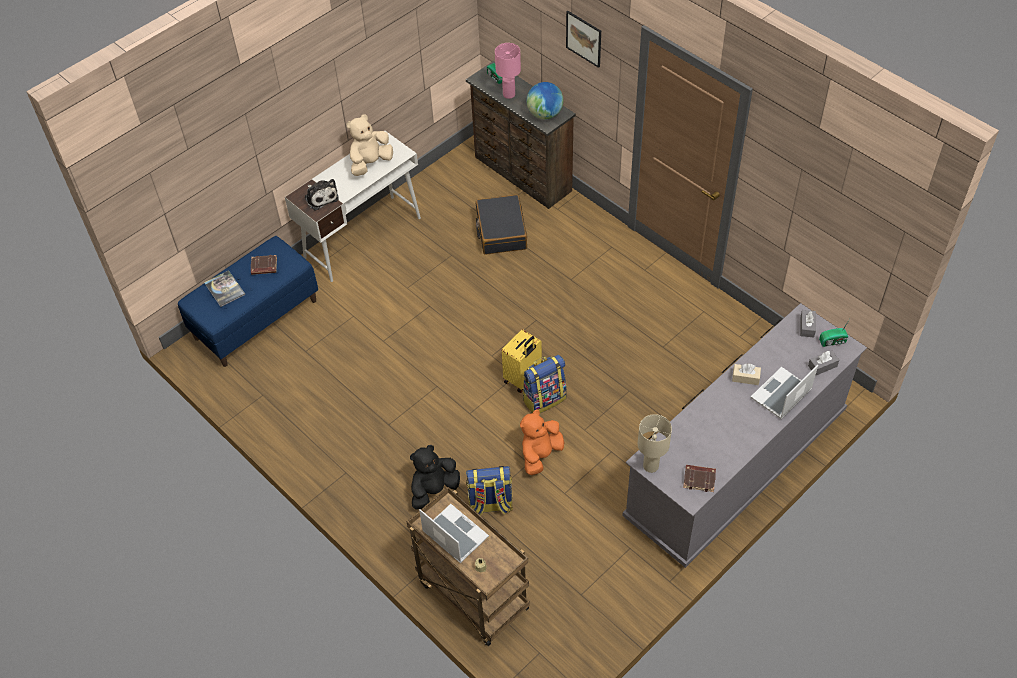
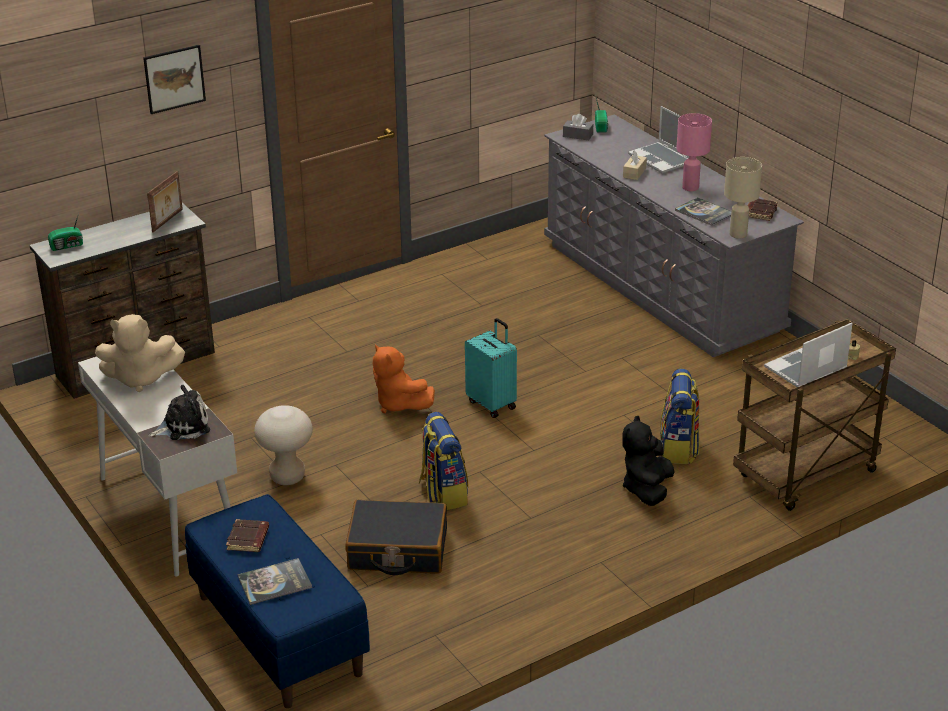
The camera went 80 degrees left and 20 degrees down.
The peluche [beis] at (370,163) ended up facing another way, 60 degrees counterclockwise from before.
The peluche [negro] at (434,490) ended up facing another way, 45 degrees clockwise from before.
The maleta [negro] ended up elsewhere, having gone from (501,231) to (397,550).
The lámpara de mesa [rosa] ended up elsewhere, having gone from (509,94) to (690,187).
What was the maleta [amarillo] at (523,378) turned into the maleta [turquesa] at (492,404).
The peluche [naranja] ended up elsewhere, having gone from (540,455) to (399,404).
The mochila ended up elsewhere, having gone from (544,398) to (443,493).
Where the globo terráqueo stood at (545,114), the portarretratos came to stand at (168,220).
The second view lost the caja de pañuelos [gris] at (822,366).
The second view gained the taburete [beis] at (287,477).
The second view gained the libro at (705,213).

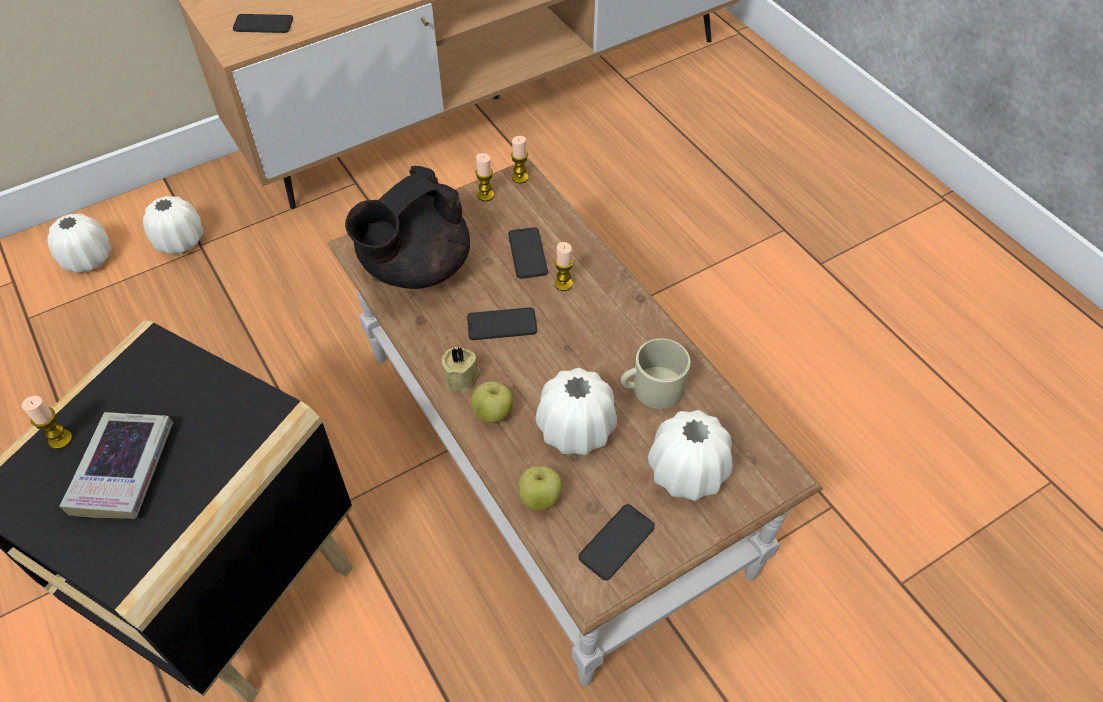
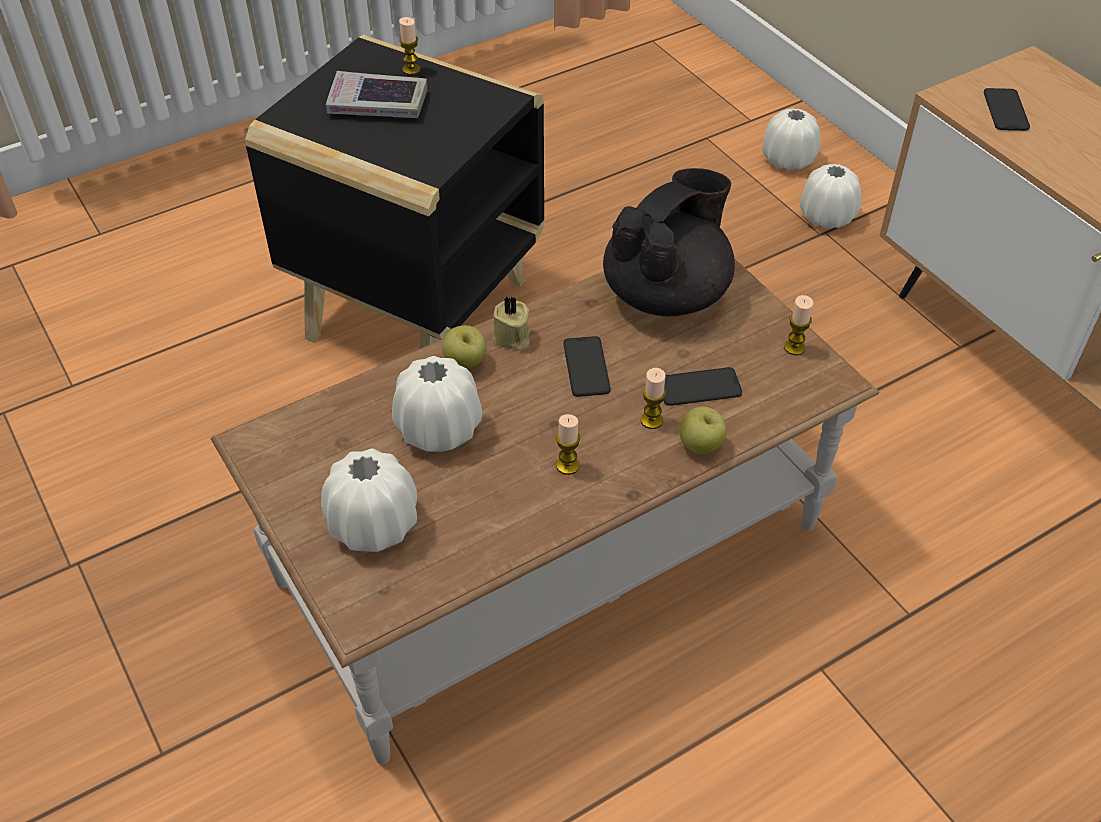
The camera went 90 degrees right and 5 degrees down.
The tetera [negro] at (414,267) ended up facing another way, 90 degrees clockwise from before.
The vela ended up elsewhere, having gone from (520,177) to (567,465).
The manzana ended up elsewhere, having gone from (540,498) to (700,445).
The second view lost the móvil at (616,542).
The second view lost the taza grande [beis] at (651,388).

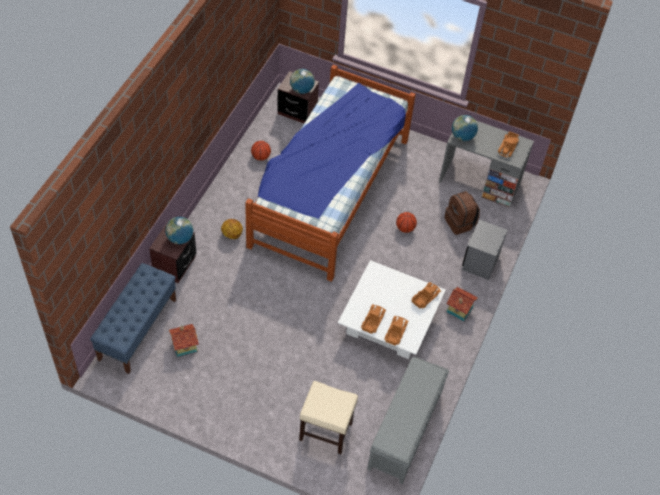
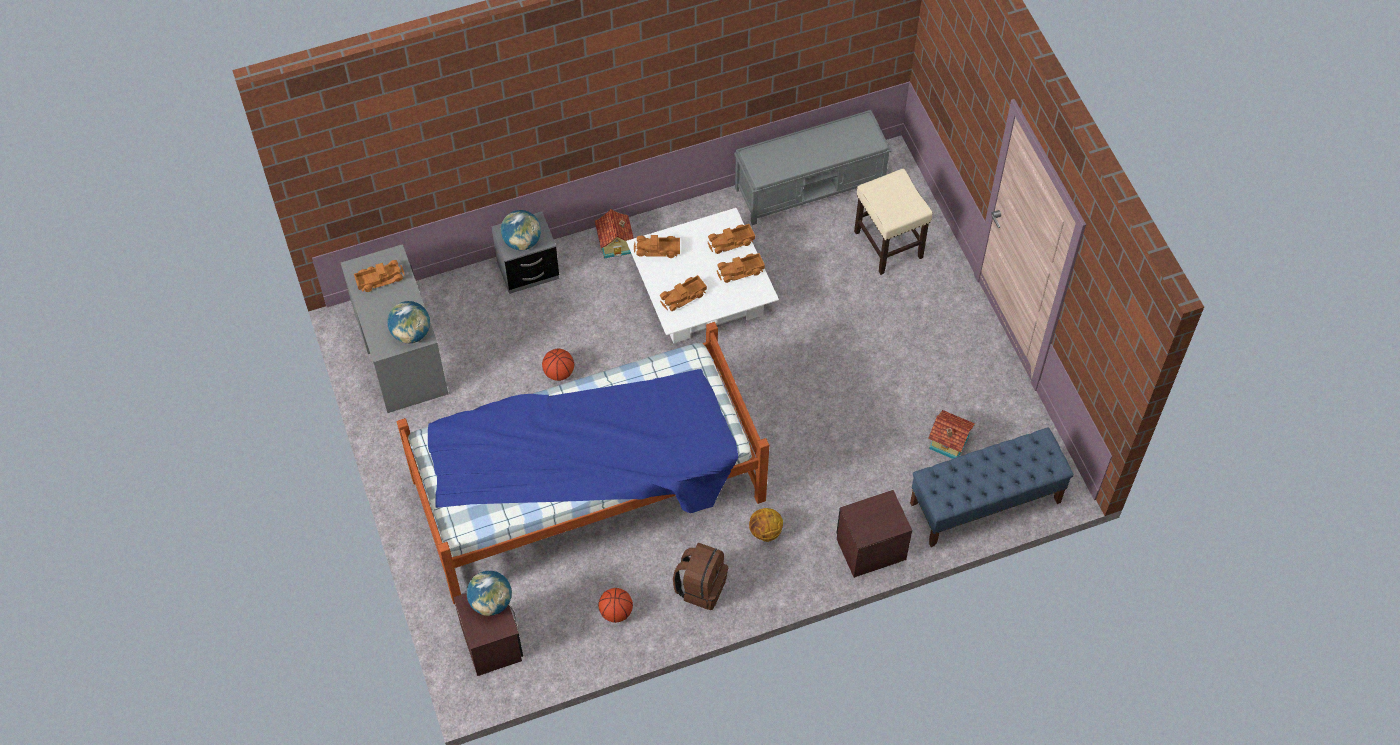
The camera went 130 degrees left and 5 degrees up.
The globo terráqueo ended up elsewhere, having gone from (180,238) to (522,241).
The mochila [marrón] ended up elsewhere, having gone from (460,223) to (701,586).
The second view gained the camión de juguete at (683,297).

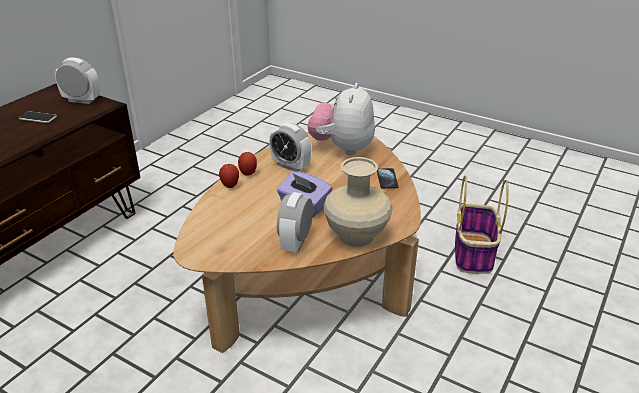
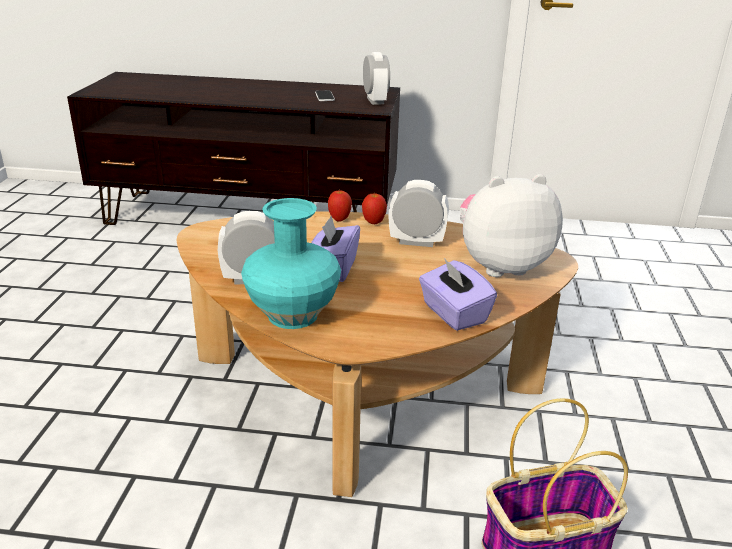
The camera went 65 degrees right and 5 degrees down.
The despertador at (290,166) ended up facing another way, 90 degrees clockwise from before.
What was the florero [beis] at (357,236) turned into the florero [turquesa] at (293,316).
Where the móvil stood at (387,179), the caja de pañuelos [morado] came to stand at (453,313).

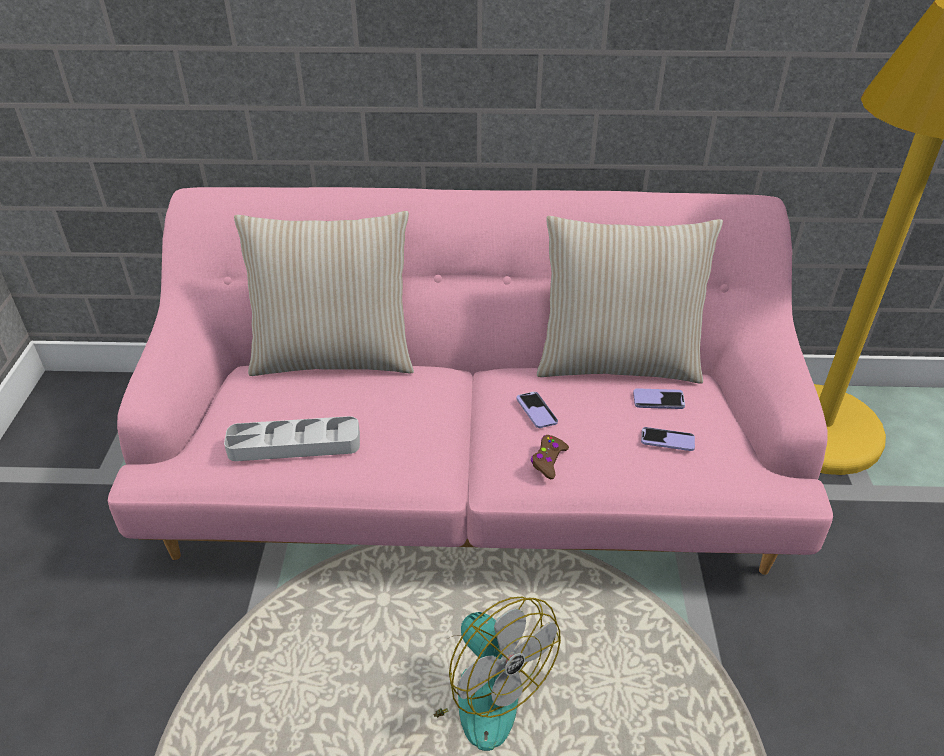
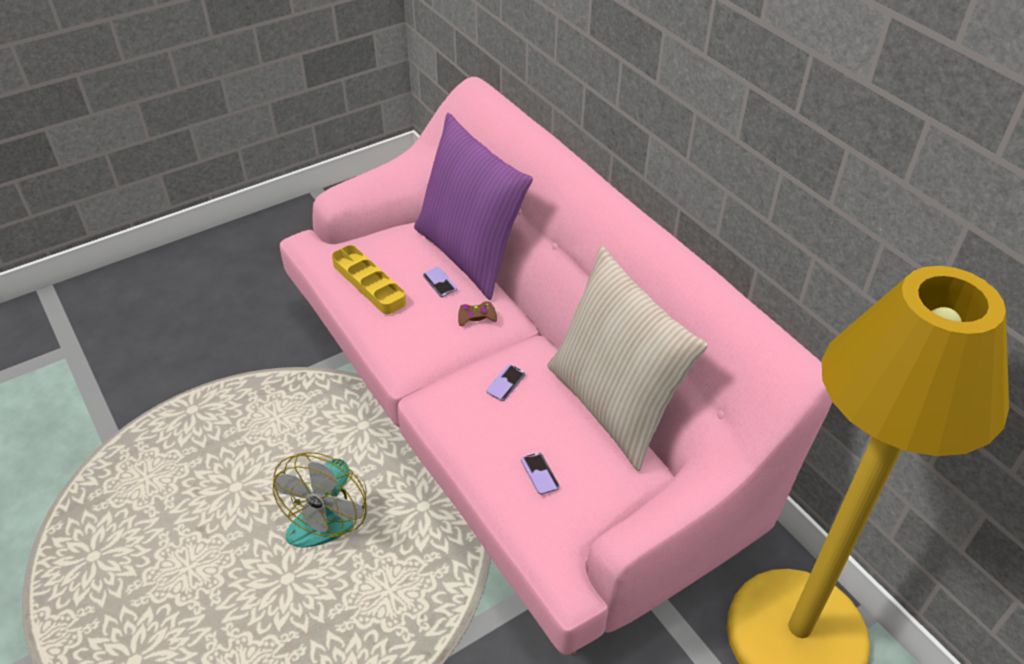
The camera went 55 degrees right and 5 degrees up.
What was the bandeja [gris] at (294,444) turned into the bandeja [amarillo] at (369,283).
What was the cojín [beis] at (334,357) turned into the cojín [morado] at (470,254).
The mando de consola [marrón] ended up elsewhere, having gone from (548,460) to (476,317).
The móvil ended up elsewhere, having gone from (658,400) to (440,283).

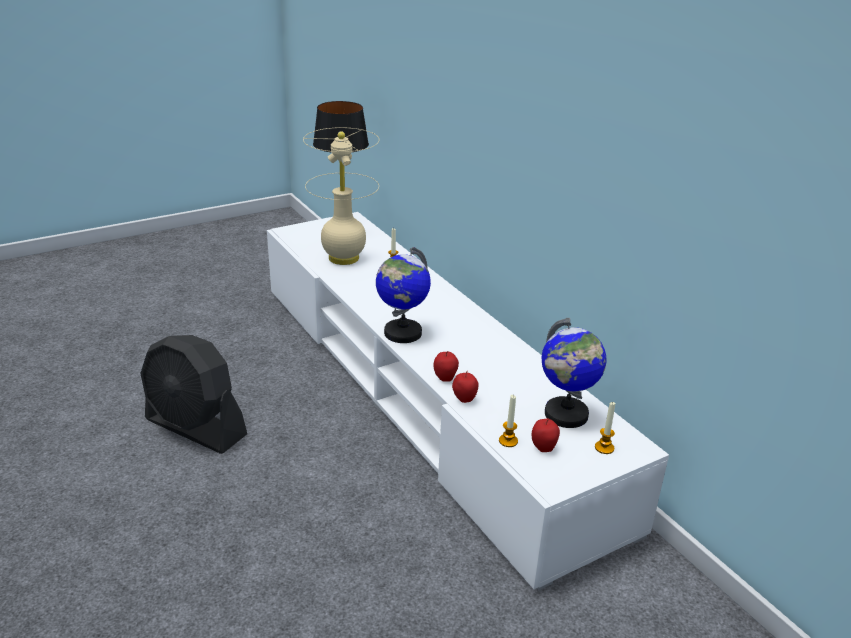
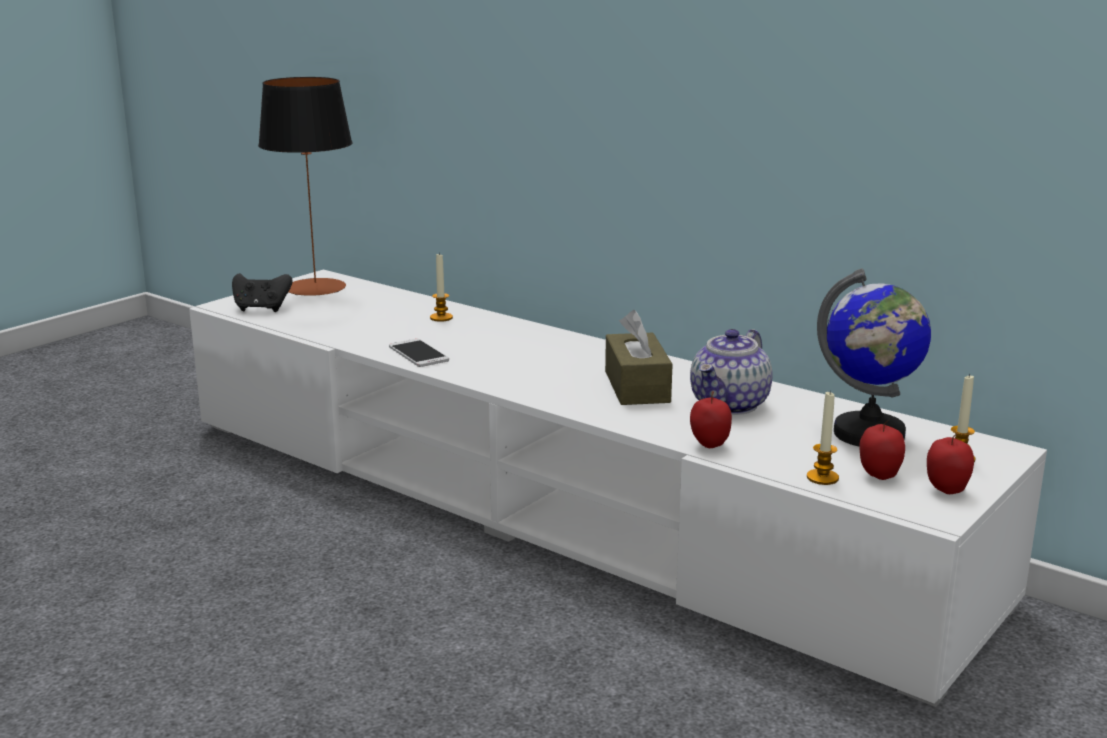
The camera went 20 degrees left and 10 degrees down.
The second view lost the ventilador [negro] at (196,428).
The second view lost the lámpara de mesa [beis] at (343,258).
The second view lost the globo terráqueo at (402,333).
The manzana ended up elsewhere, having gone from (445,378) to (946,490).
The second view gained the mando de consola [negro] at (261,309).
The second view gained the móvil at (418,354).
The second view gained the caja de pañuelos [marrón] at (637,386).
The second view gained the tetera at (730,405).

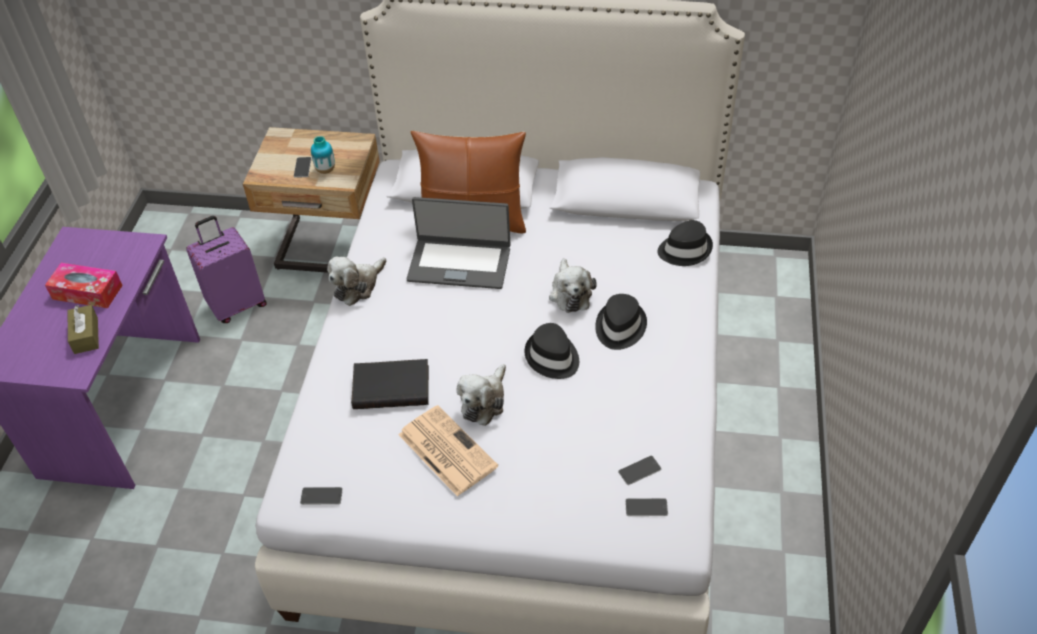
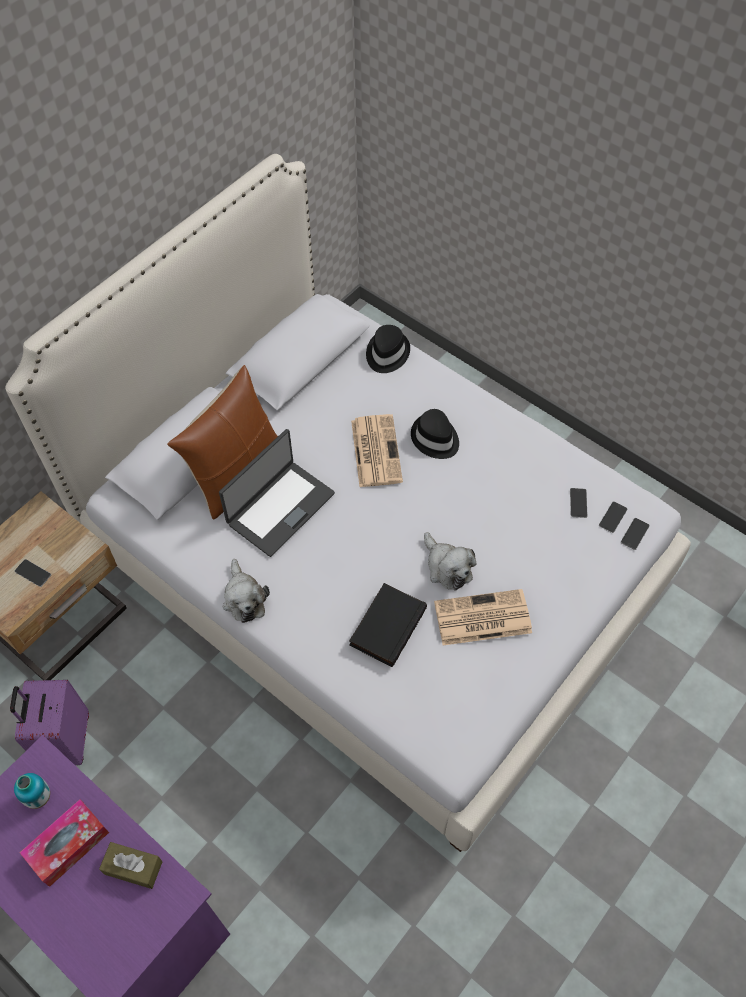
The camera went 60 degrees left and 10 degrees up.
The móvil ended up elsewhere, having gone from (321,496) to (635,534).
The florero ended up elsewhere, having gone from (325,170) to (39,797).
The second view lost the sombrero [negro] at (552,357).
Where the peluche stood at (570,293), the periódico came to stand at (375,450).

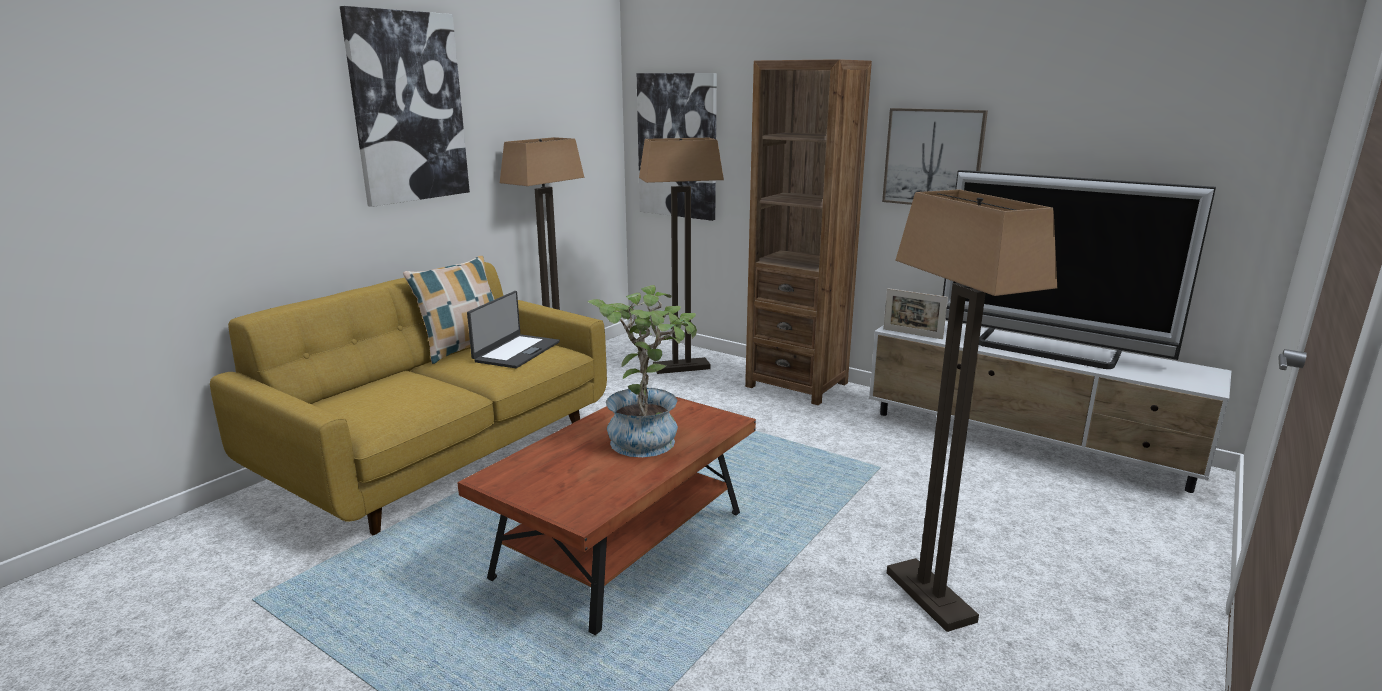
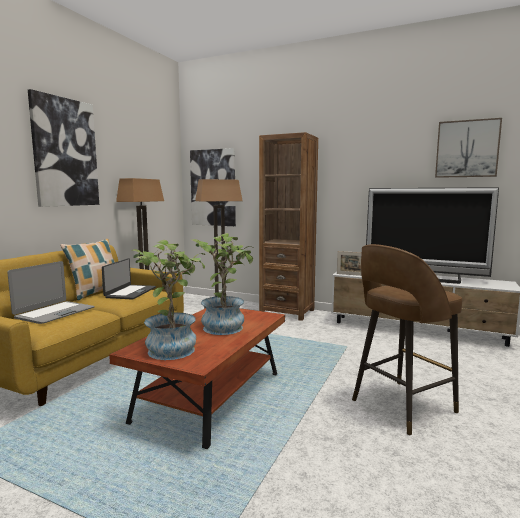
The camera went 10 degrees left and 10 degrees down.
The cuadro ended up elsewhere, having gone from (933,158) to (467,149).
Where the lámpara de pie stood at (928,596), the taburete [marrón] came to stand at (400,407).
The second view gained the portátil at (54,313).
The second view gained the planta en maceta at (172,347).

